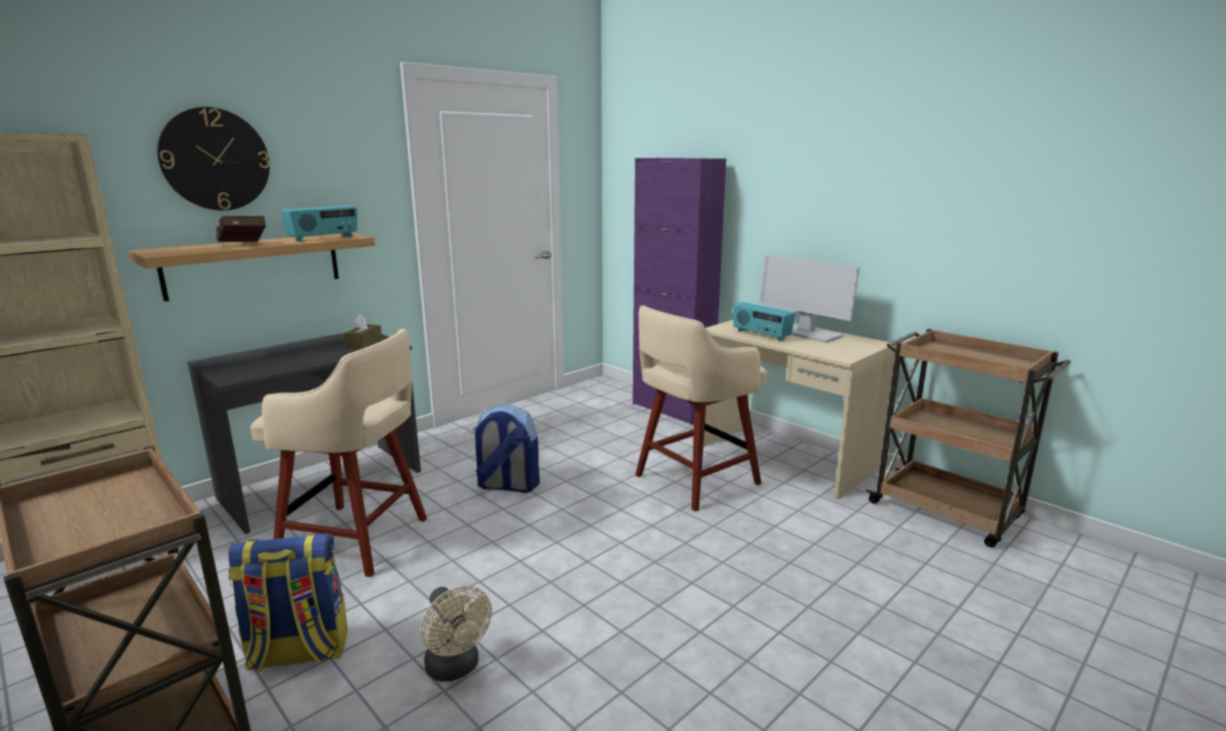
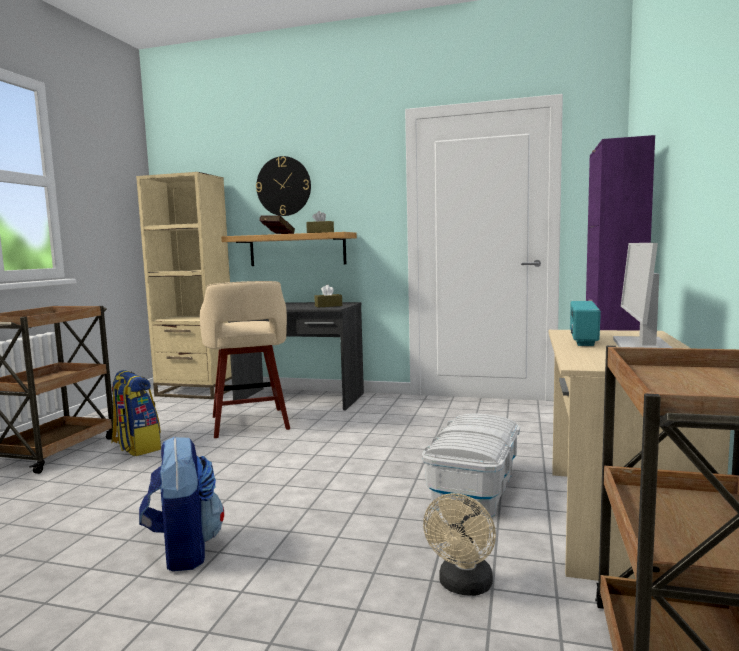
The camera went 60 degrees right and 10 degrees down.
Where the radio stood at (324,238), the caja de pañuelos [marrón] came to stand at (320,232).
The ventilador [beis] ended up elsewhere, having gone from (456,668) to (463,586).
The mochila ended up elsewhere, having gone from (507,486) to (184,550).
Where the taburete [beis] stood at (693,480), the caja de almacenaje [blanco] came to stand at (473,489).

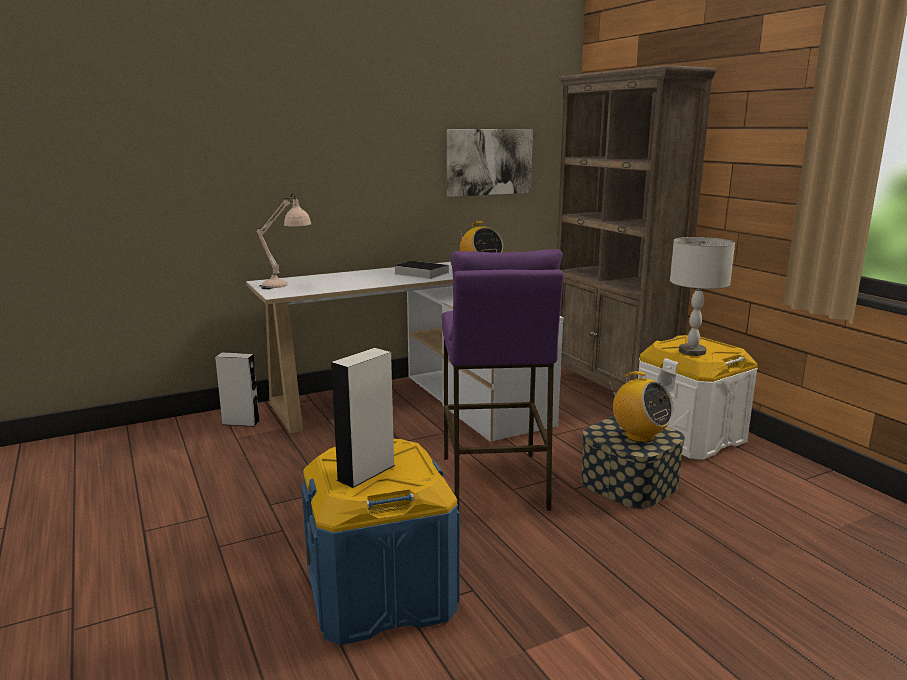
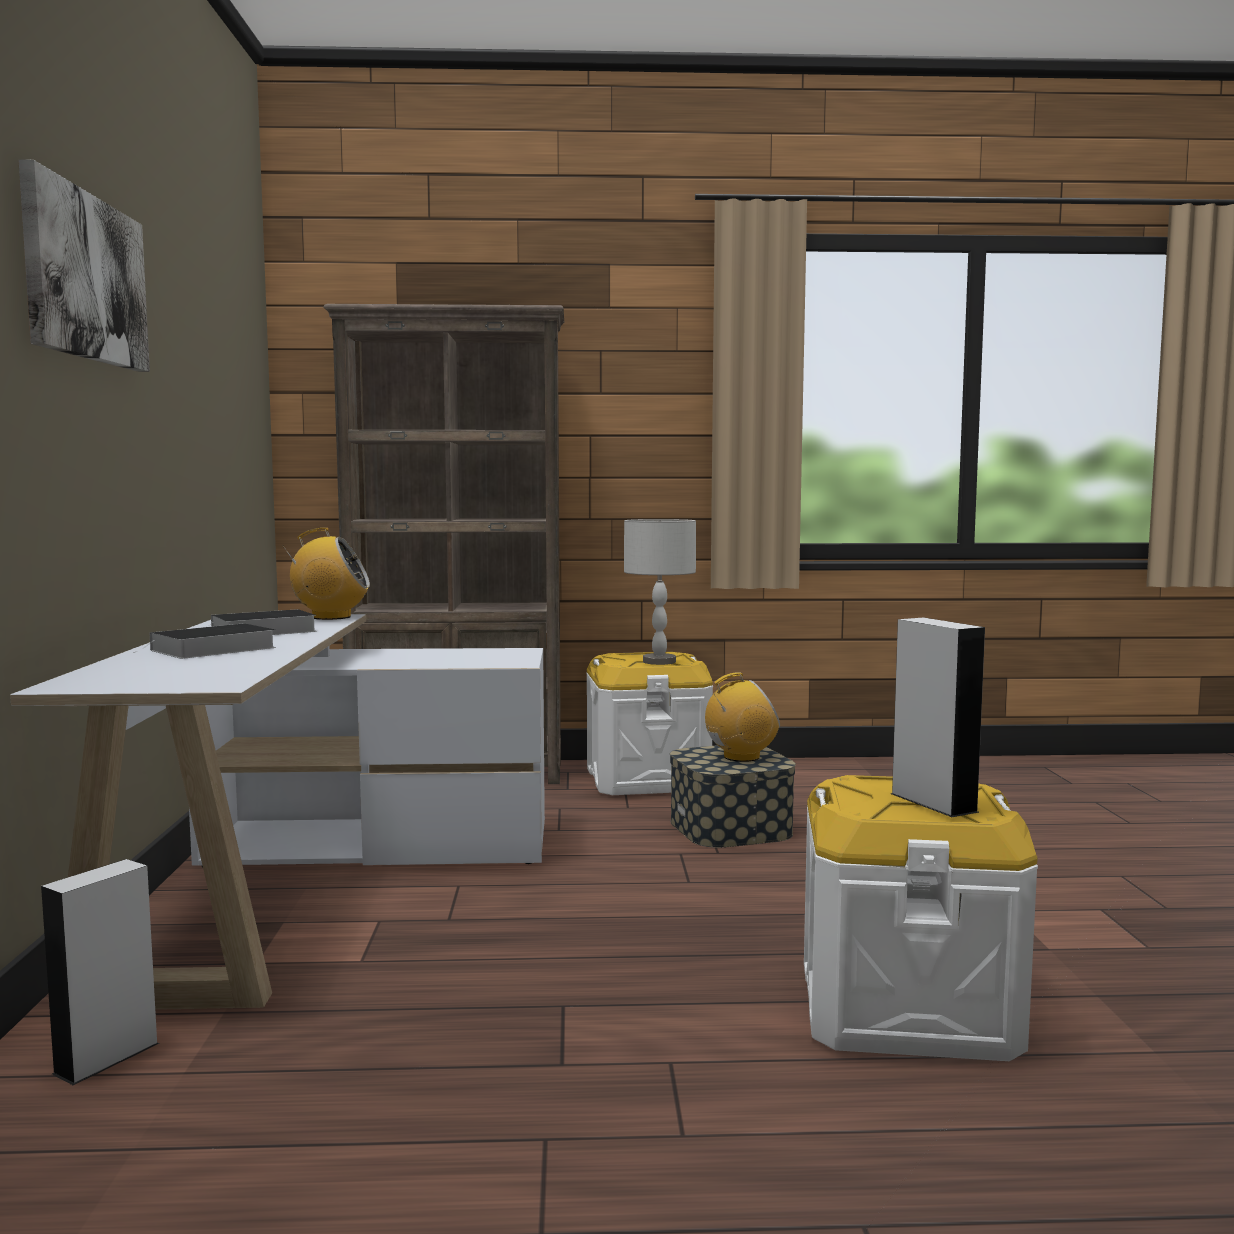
The camera went 65 degrees left and 10 degrees down.
The second view lost the lámpara de mesa [beis] at (286,286).
What was the caja de almacenaje [azul] at (381,593) turned into the caja de almacenaje [blanco] at (906,1008).
The second view lost the taburete [morado] at (494,482).
The cuadro ended up elsewhere, having gone from (489,162) to (85,278).
The second view gained the libro at (210,649).

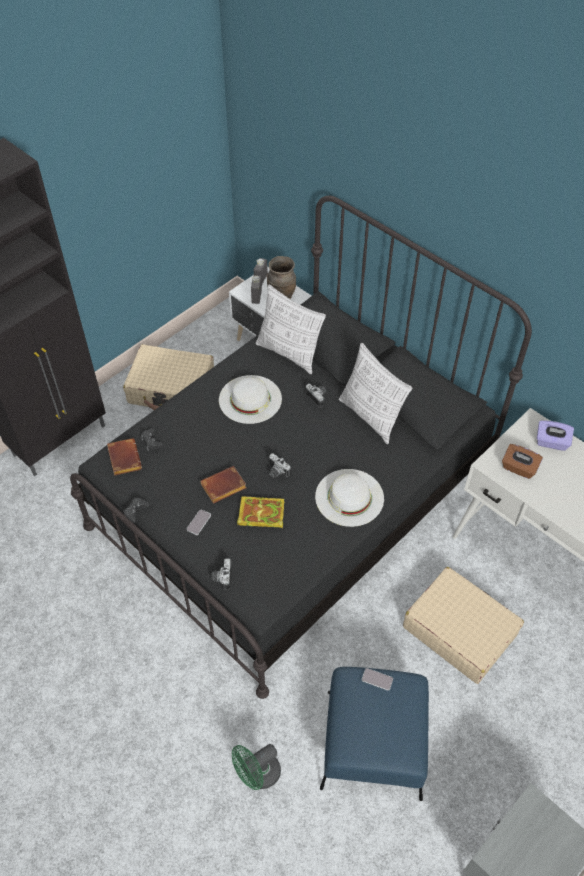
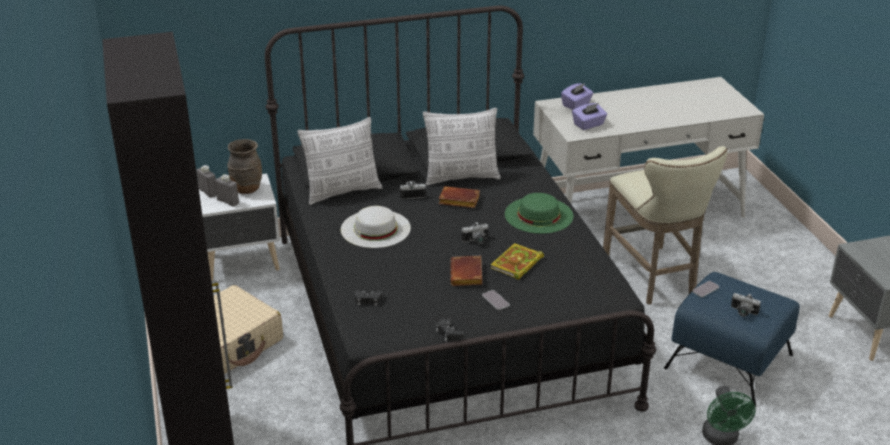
The camera went 60 degrees left and 20 degrees down.
The libro [marrón] ended up elsewhere, having gone from (123,458) to (458,201).
The cámara ended up elsewhere, having gone from (221,577) to (742,312).
What was the sombrero [blanco] at (349,497) turned into the sombrero [verde] at (538,215).
Where the maleta [beis] stood at (459,630), the taburete [beis] came to stand at (653,278).
What was the caja de pañuelos [marrón] at (518,468) turned into the caja de pañuelos [morado] at (588,125).

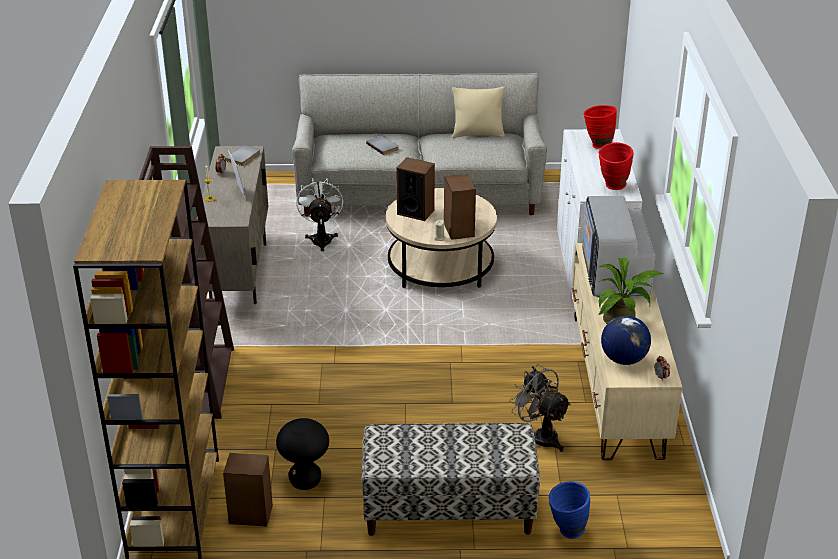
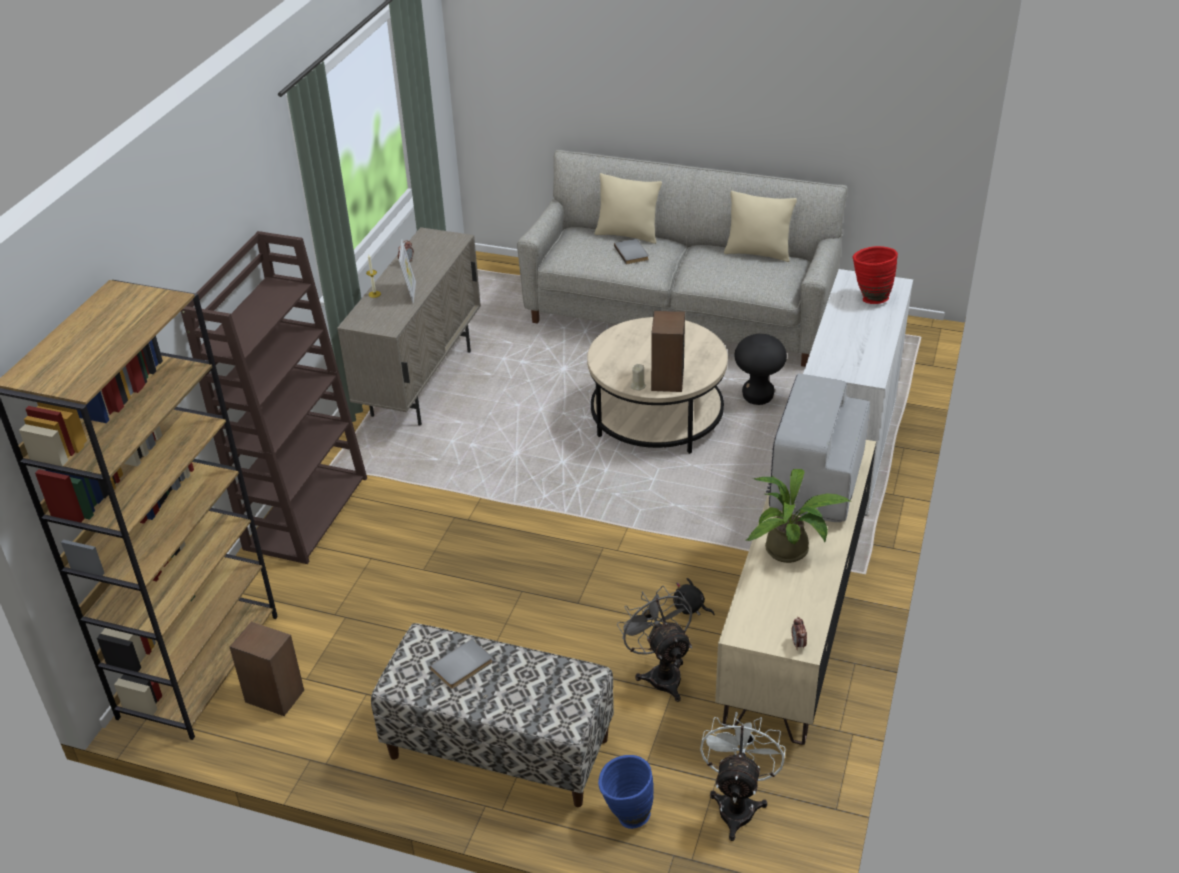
The camera went 20 degrees right and 5 degrees up.
The libro [gris] ended up elsewhere, having gone from (244,157) to (463,667).
The taburete [negro] ended up elsewhere, having gone from (305,481) to (757,397).
The ventilador [blanco] ended up elsewhere, having gone from (321,238) to (737,804).
The second view lost the altavoz at (415,212).
The second view lost the florero [rojo] at (612,187).
The second view lost the globo terráqueo at (623,359).
The second view gained the cojín [beis] at (627,235).

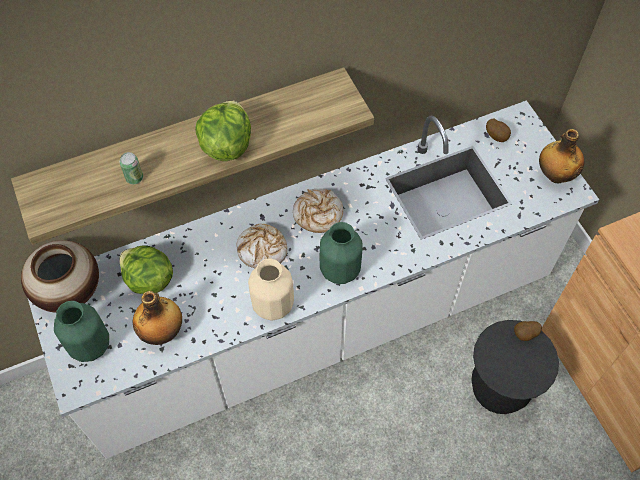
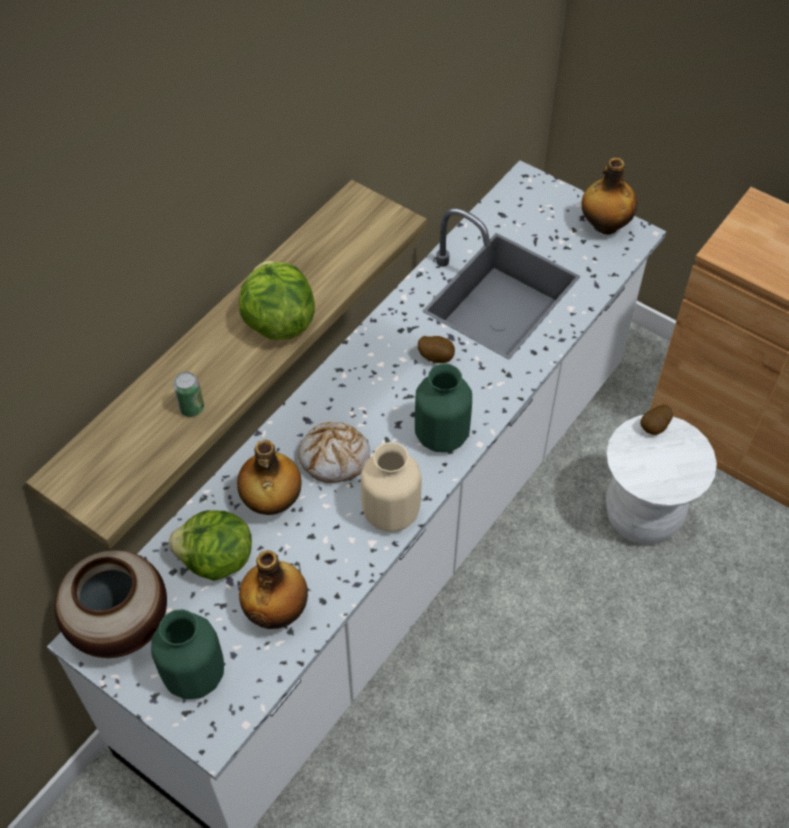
The camera went 30 degrees left and 5 degrees down.
The second view lost the pan at (317,214).
What was the taburete [negro] at (499,389) turned into the taburete [blanco] at (642,515).
The patata ended up elsewhere, having gone from (496,136) to (436,357).
The second view gained the botella at (271,502).

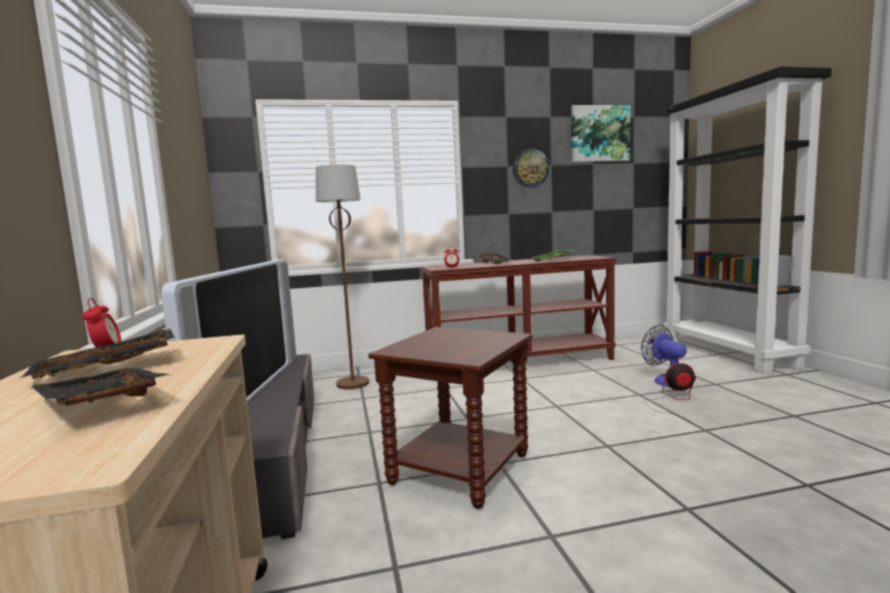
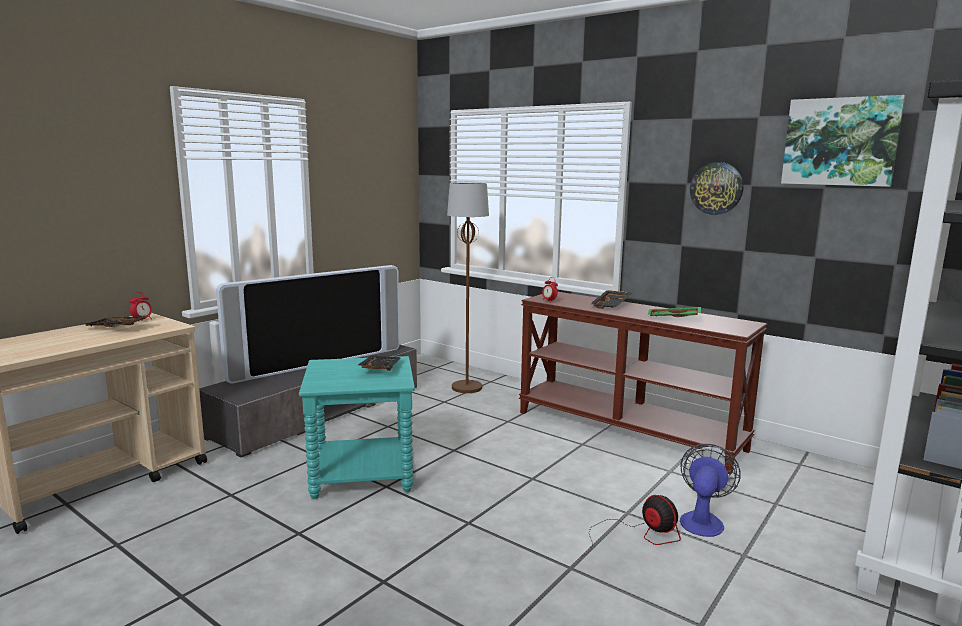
The camera went 50 degrees right and 5 degrees up.
The bandeja [negro] ended up elsewhere, having gone from (97,405) to (379,369).
What was the mesa auxiliar [marrón] at (460,470) turned into the mesa auxiliar [turquesa] at (361,476).

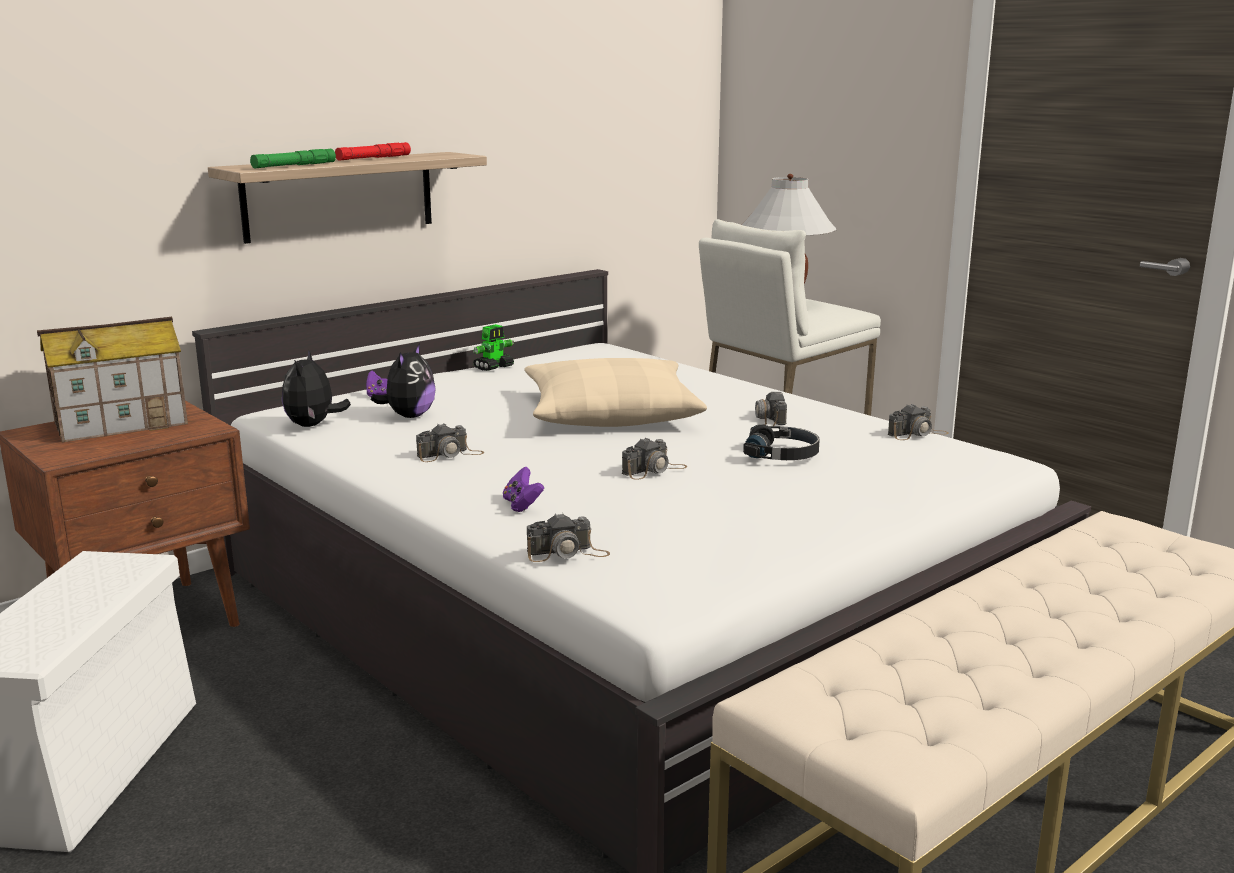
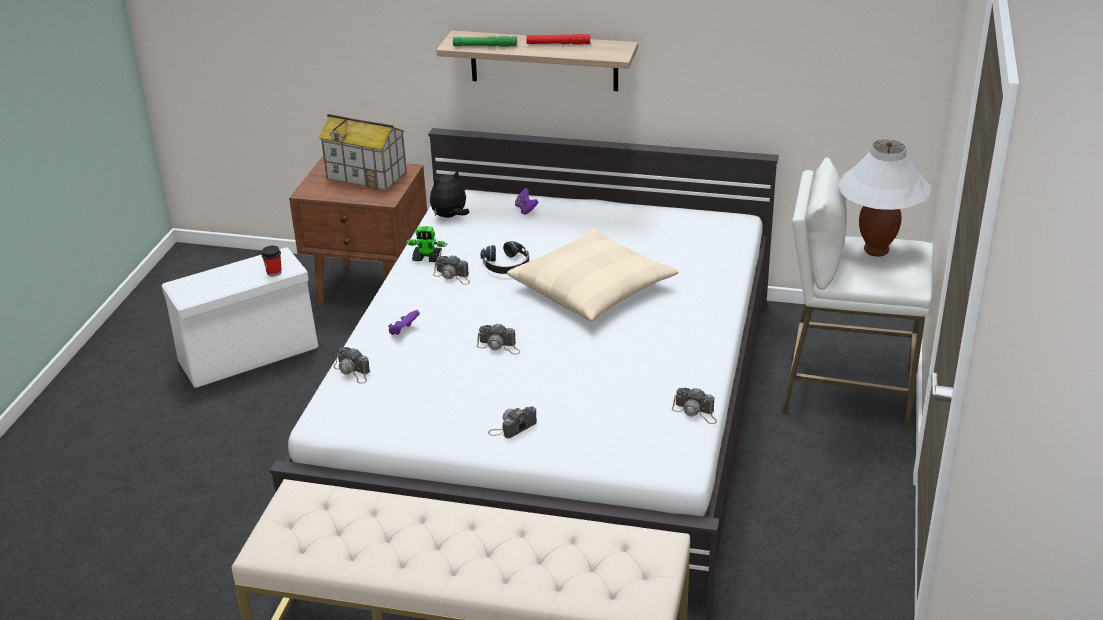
The camera went 55 degrees right and 15 degrees up.
The second view lost the peluche at (409,416).
The robot de juguete ended up elsewhere, having gone from (494,367) to (427,258).
The auriculares [negro] ended up elsewhere, having gone from (782,454) to (506,265).
The cámara ended up elsewhere, having gone from (769,419) to (512,427).
The second view gained the taza at (274,272).

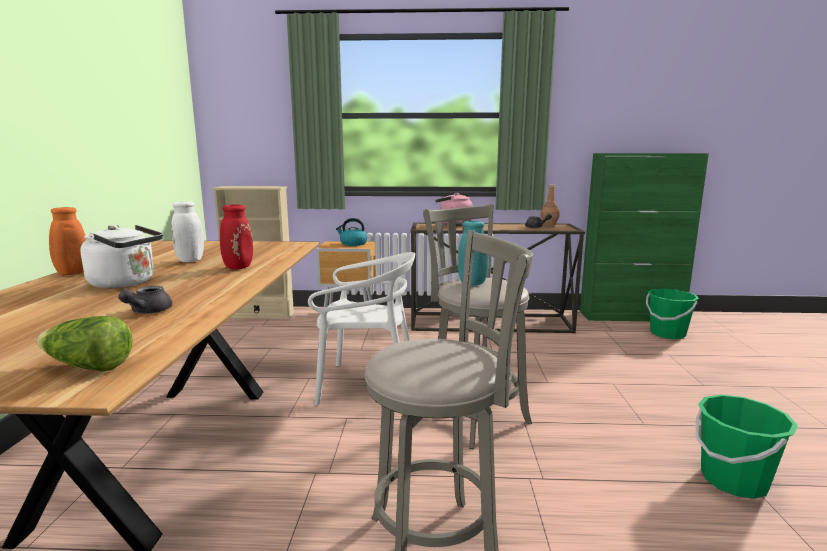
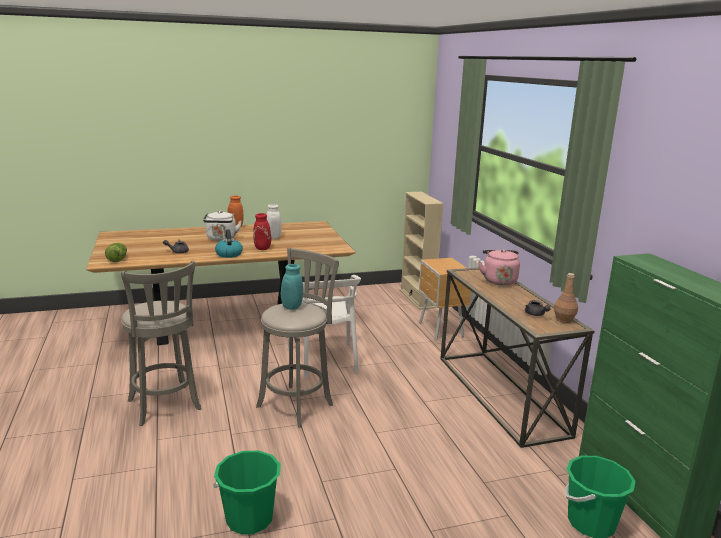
The camera went 70 degrees right and 5 degrees up.
The hervidor ended up elsewhere, having gone from (353,244) to (229,254).

